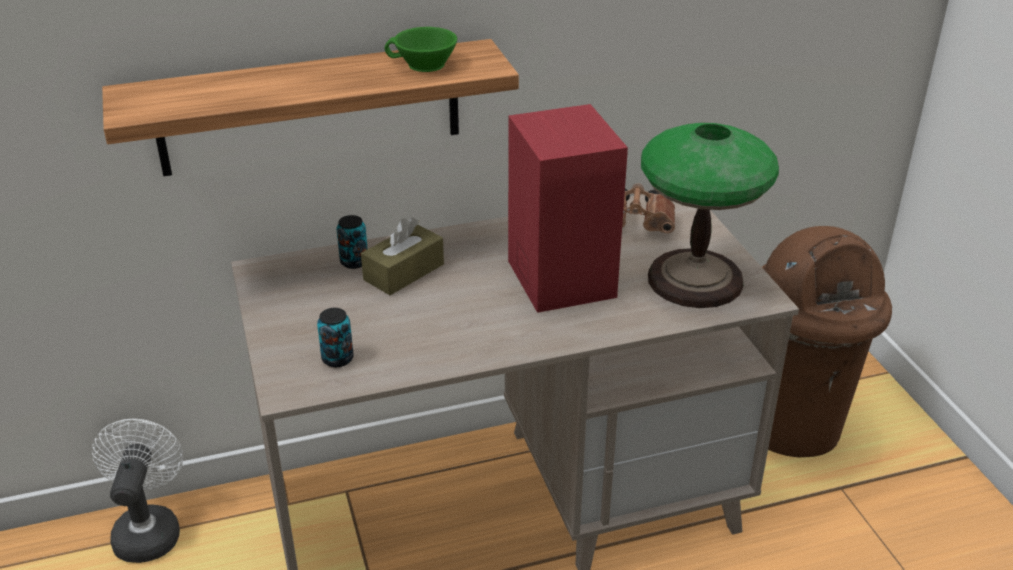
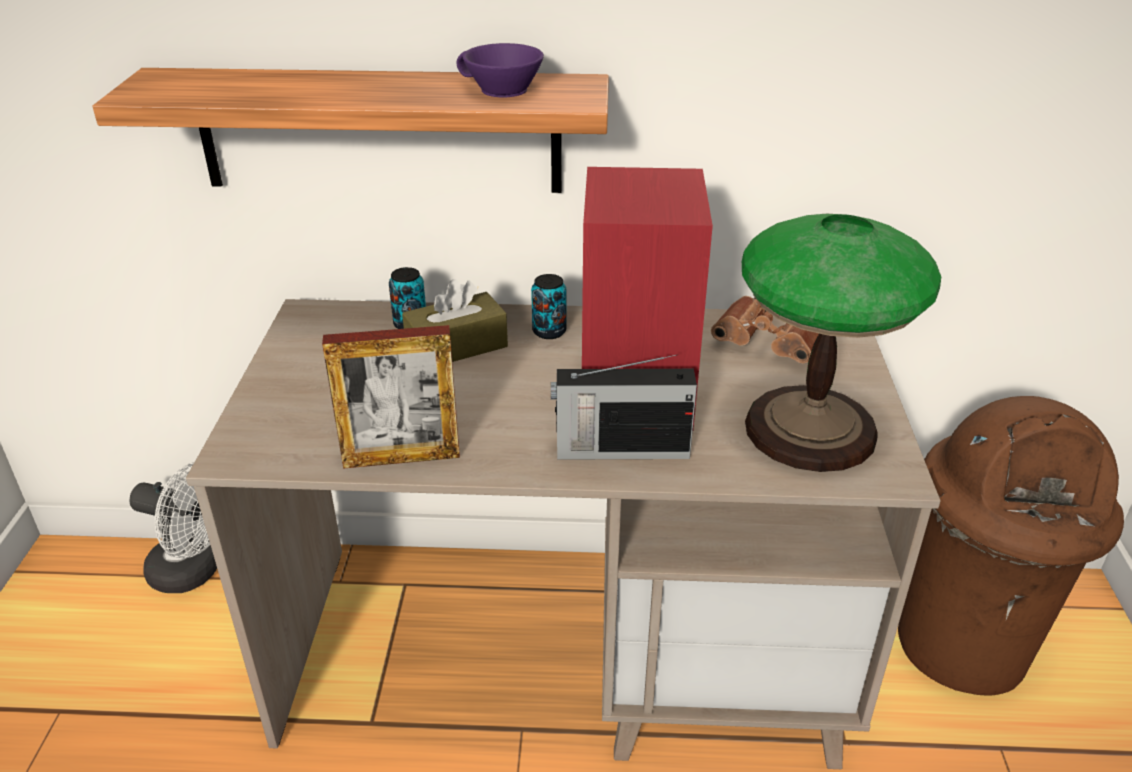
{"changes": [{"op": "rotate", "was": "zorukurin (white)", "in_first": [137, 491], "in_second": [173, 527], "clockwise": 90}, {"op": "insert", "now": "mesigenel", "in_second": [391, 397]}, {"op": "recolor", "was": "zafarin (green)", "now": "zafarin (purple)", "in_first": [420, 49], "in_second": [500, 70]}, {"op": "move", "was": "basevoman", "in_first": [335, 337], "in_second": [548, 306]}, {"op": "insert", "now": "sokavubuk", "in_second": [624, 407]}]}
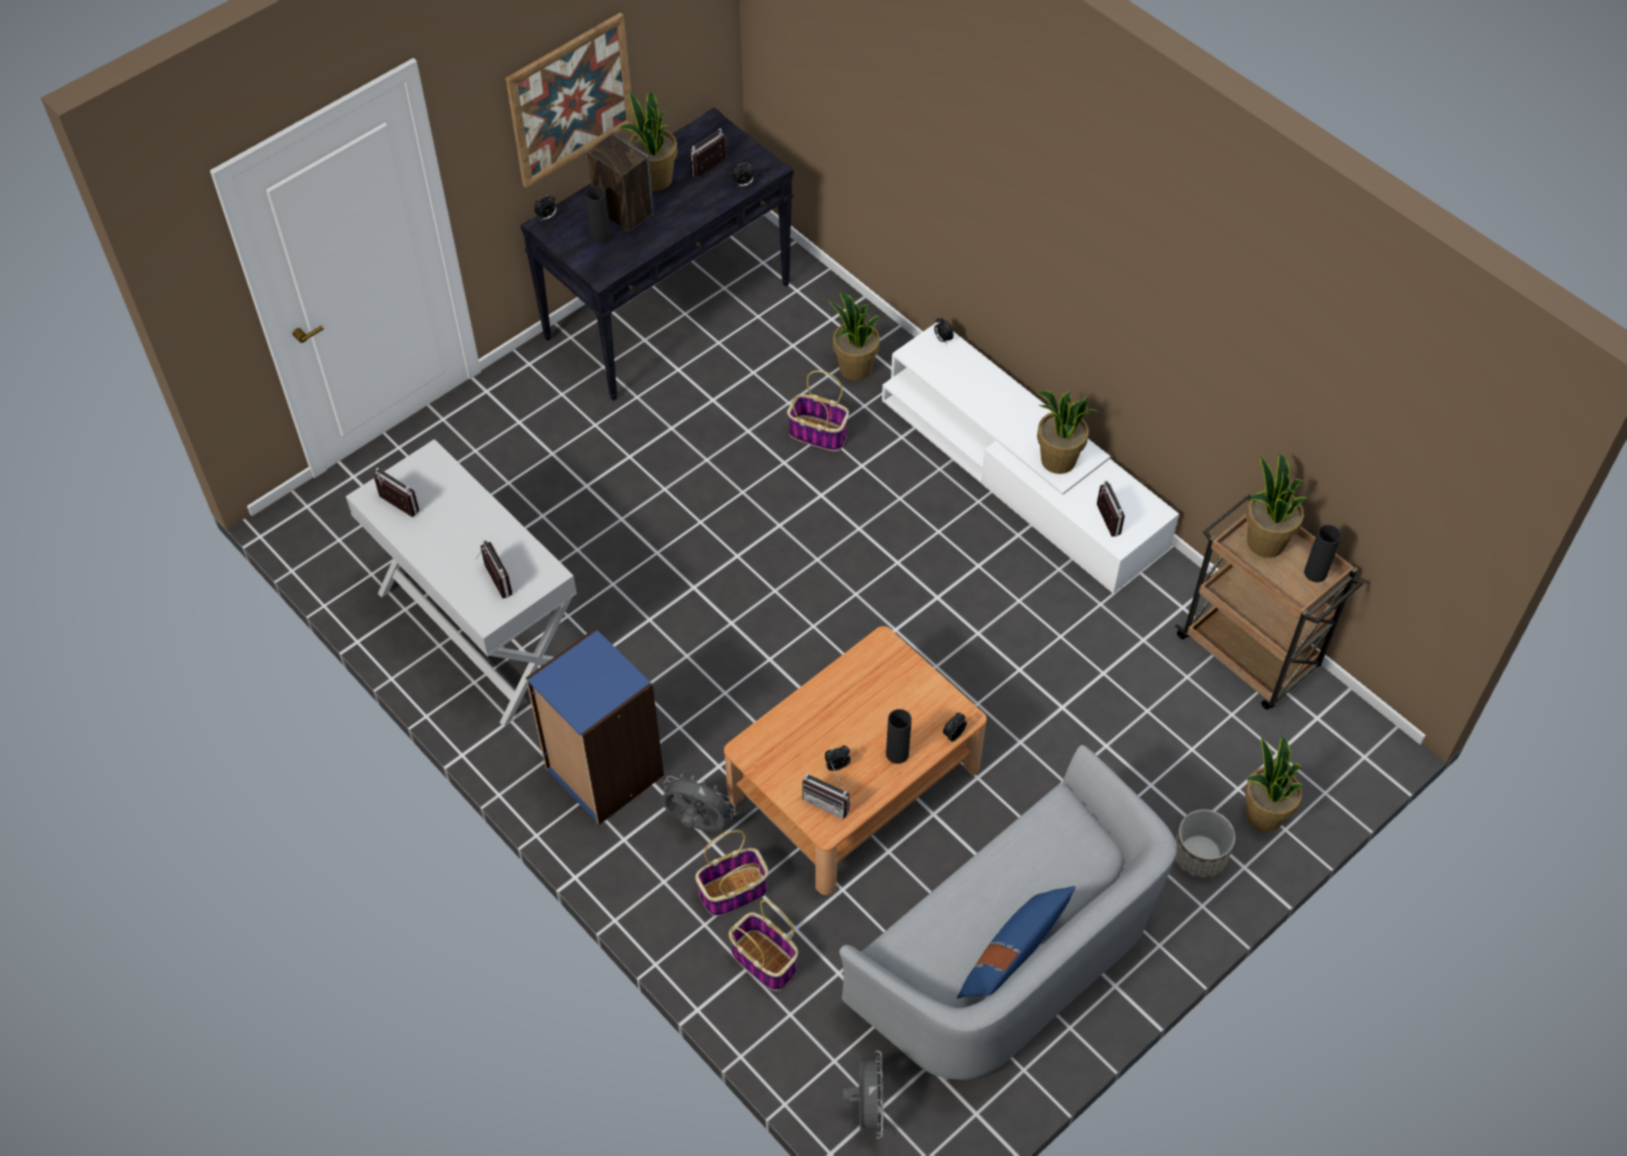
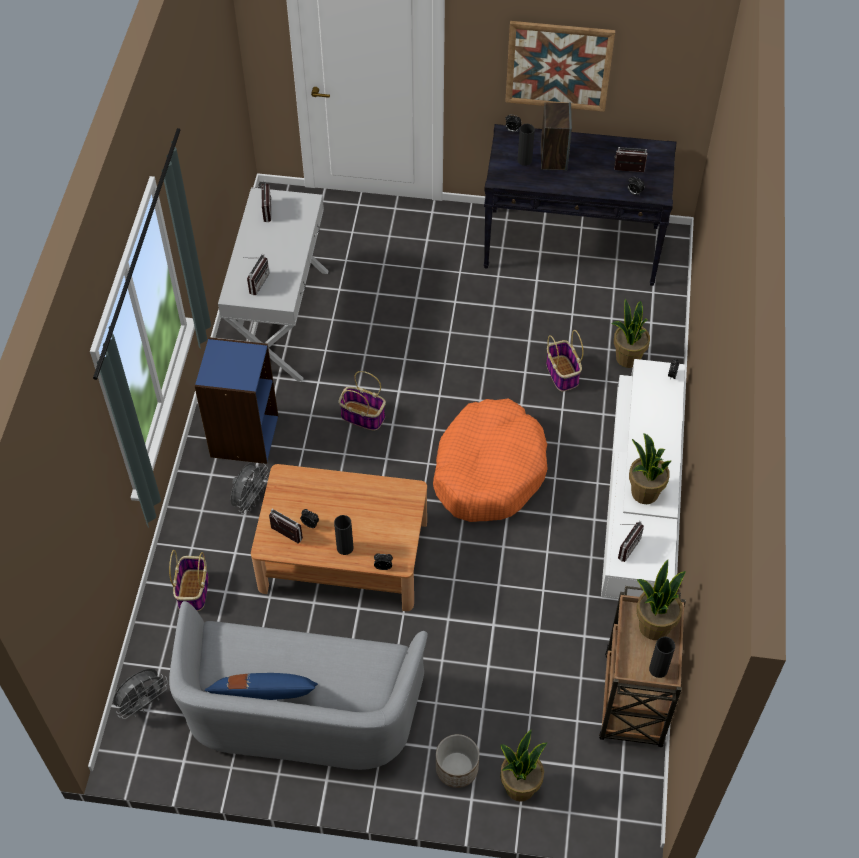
{"changes": [{"op": "rotate", "was": "zorukurin (grey)", "in_first": [698, 802], "in_second": [250, 488], "clockwise": 45}, {"op": "rotate", "was": "sokavubuk", "in_first": [826, 789], "in_second": [286, 526], "clockwise": 135}, {"op": "move", "was": "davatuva", "in_first": [732, 873], "in_second": [362, 400]}, {"op": "insert", "now": "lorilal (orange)", "in_second": [490, 460]}, {"op": "delete", "was": "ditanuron", "in_first": [649, 141]}]}
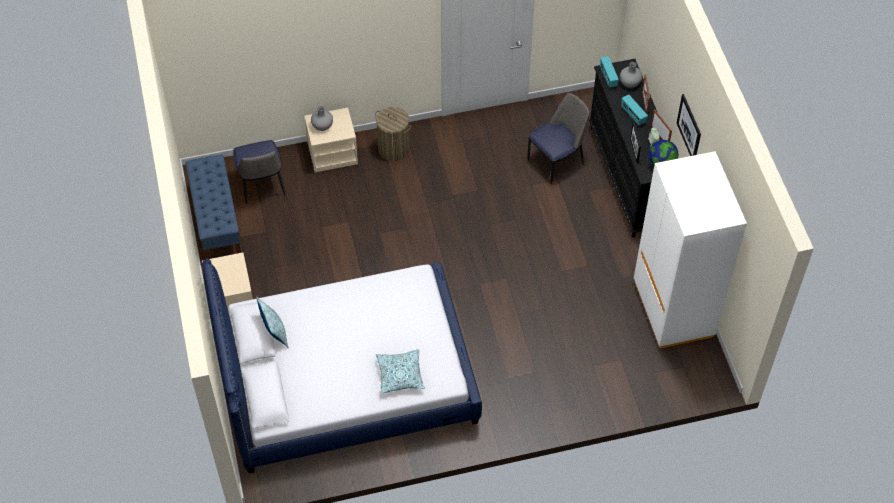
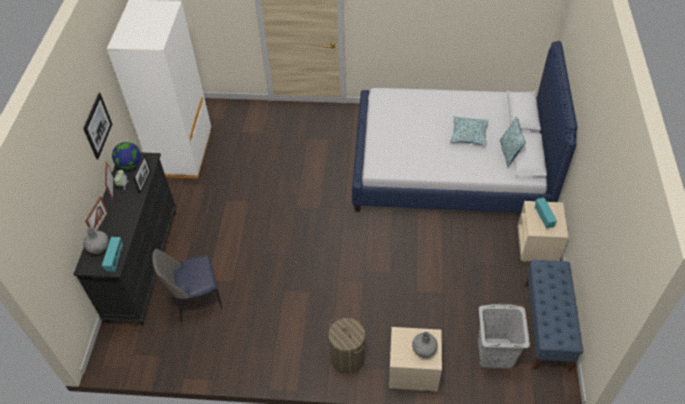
{"changes": [{"op": "move", "was": "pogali", "in_first": [400, 371], "in_second": [469, 131]}, {"op": "replace", "was": "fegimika", "now": "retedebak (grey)", "in_first": [259, 172], "in_second": [504, 336]}, {"op": "move", "was": "sokavubuk", "in_first": [635, 109], "in_second": [546, 213]}]}
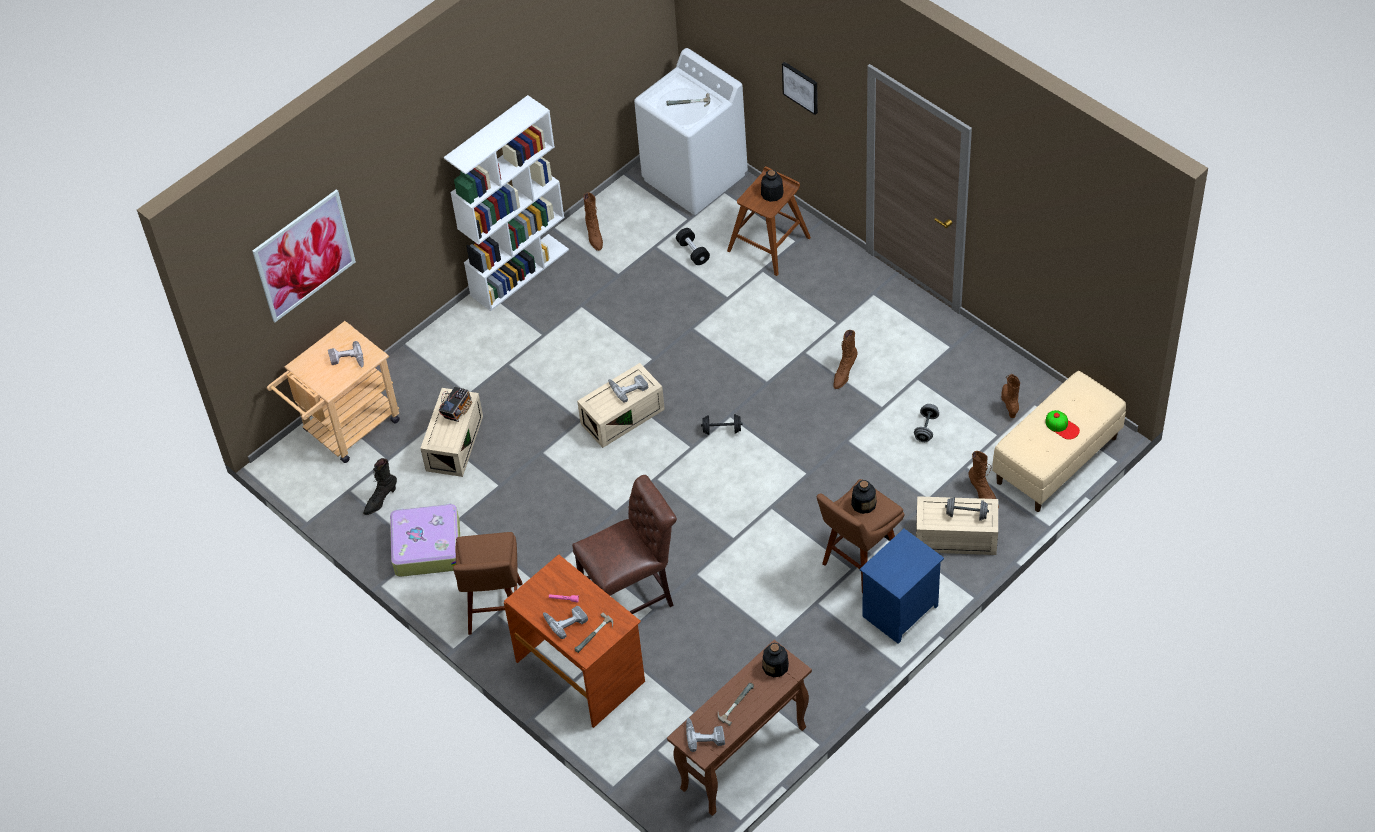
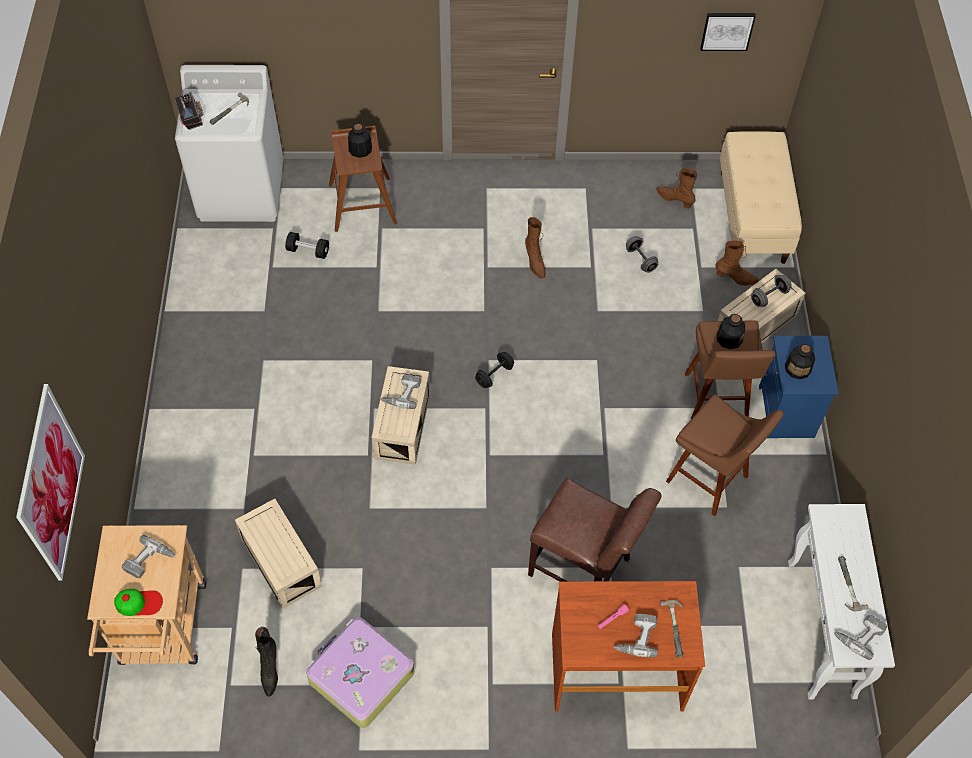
{"changes": [{"op": "move", "was": "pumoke", "in_first": [1062, 425], "in_second": [138, 602]}, {"op": "move", "was": "sokavubuk", "in_first": [456, 404], "in_second": [189, 111]}, {"op": "rotate", "was": "fegimika (brown)", "in_first": [624, 544], "in_second": [594, 530], "clockwise": 105}, {"op": "move", "was": "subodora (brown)", "in_first": [488, 583], "in_second": [725, 455]}, {"op": "move", "was": "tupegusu", "in_first": [800, 88], "in_second": [728, 32]}, {"op": "move", "was": "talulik", "in_first": [775, 660], "in_second": [800, 361]}, {"op": "recolor", "was": "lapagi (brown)", "now": "lapagi (white)", "in_first": [739, 728], "in_second": [841, 602]}, {"op": "delete", "was": "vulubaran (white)", "in_first": [506, 203]}, {"op": "delete", "was": "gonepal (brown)", "in_first": [593, 221]}]}
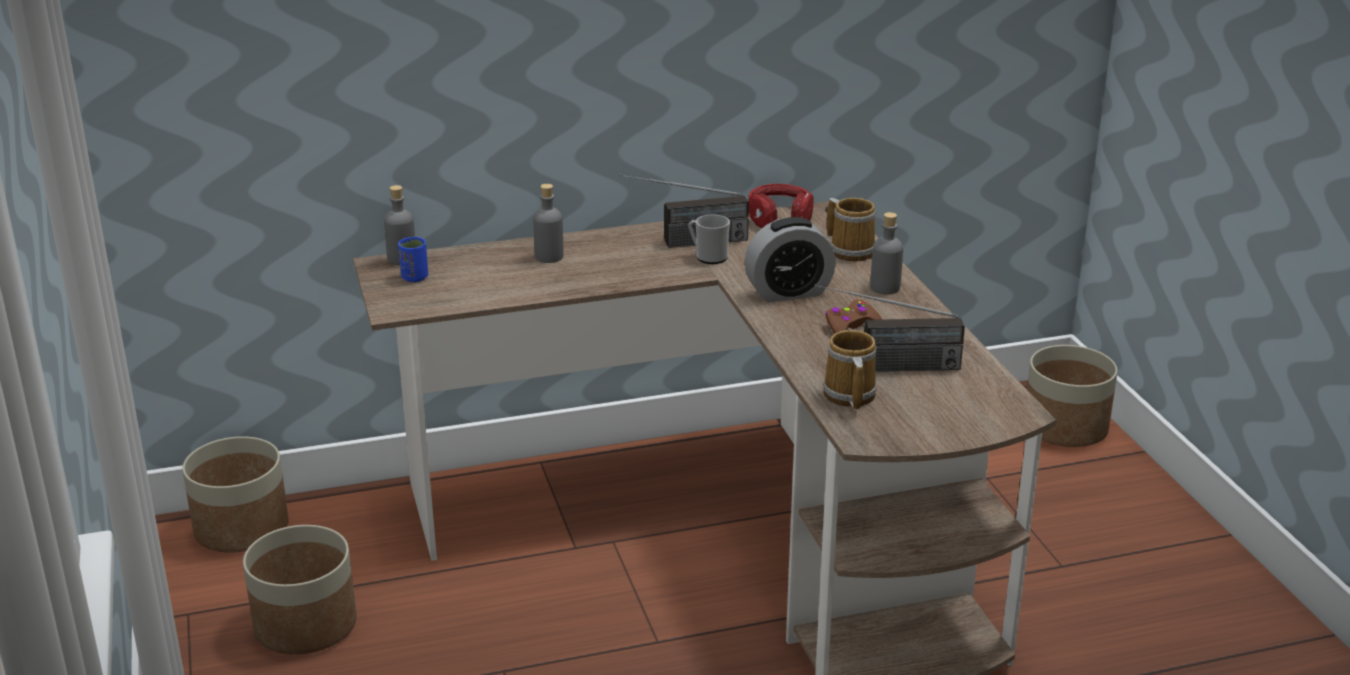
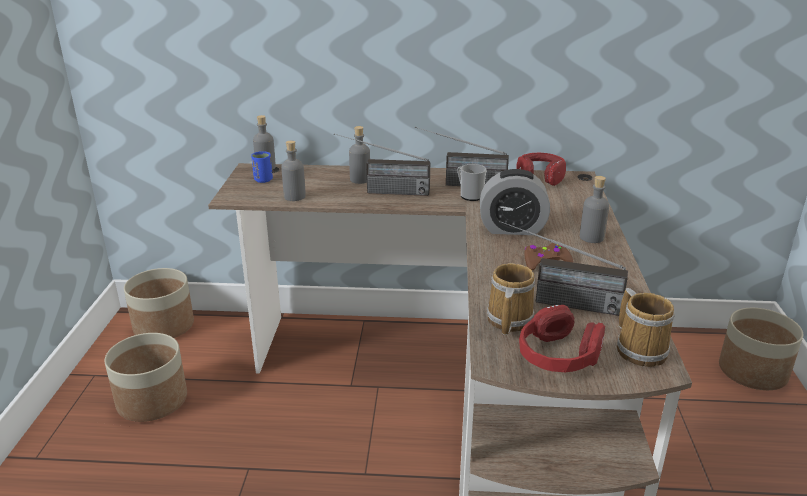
{"changes": [{"op": "insert", "now": "talulik (grey)", "in_second": [293, 170]}, {"op": "insert", "now": "sokavubuk", "in_second": [382, 164]}, {"op": "insert", "now": "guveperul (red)", "in_second": [562, 338]}, {"op": "move", "was": "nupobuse", "in_first": [851, 229], "in_second": [646, 327]}]}
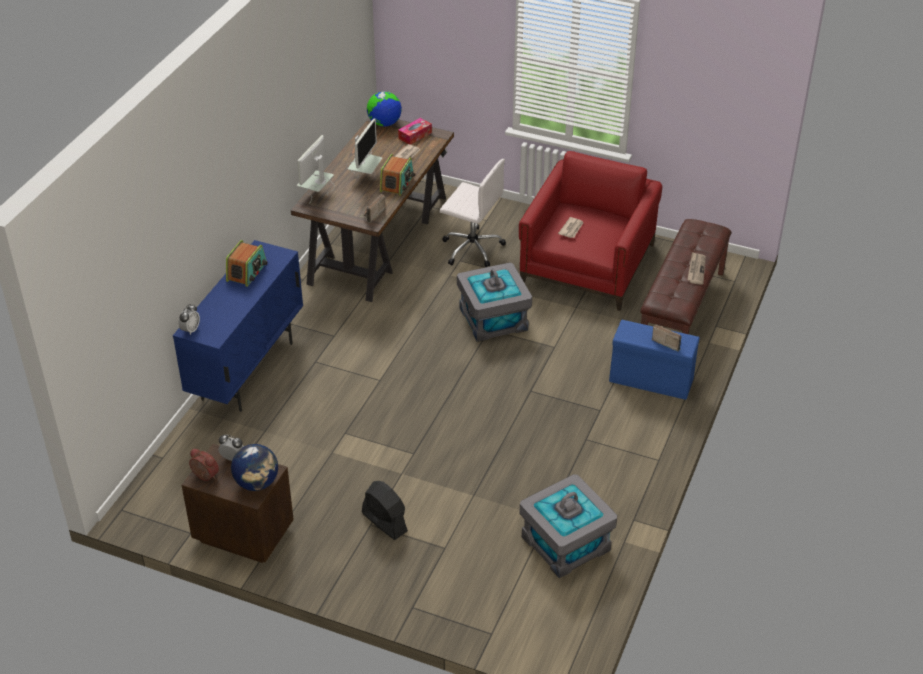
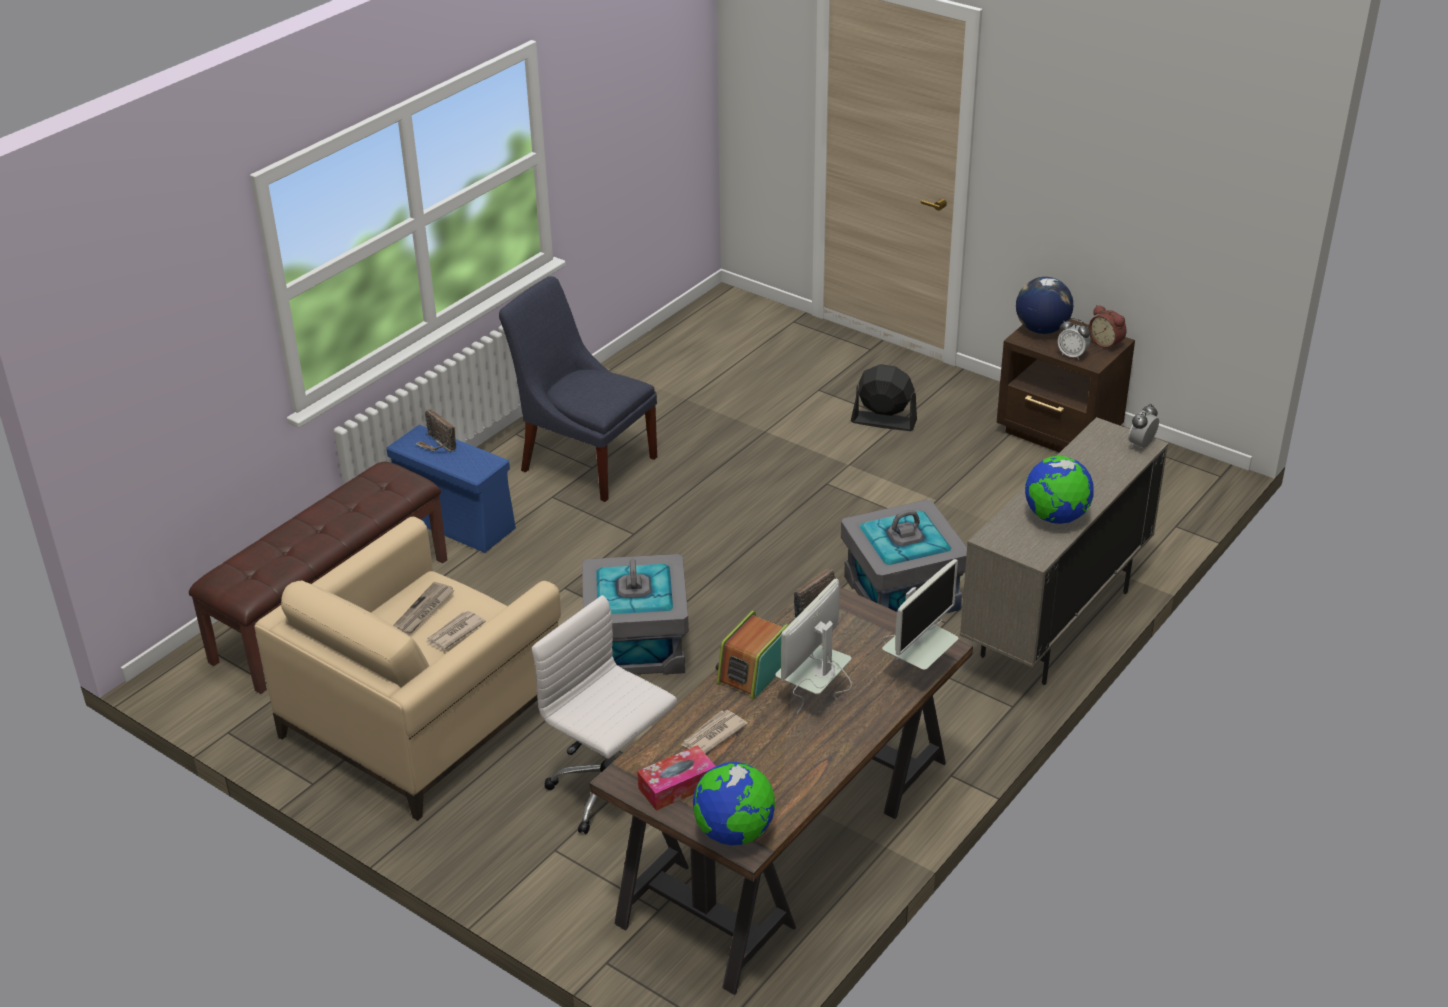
{"changes": [{"op": "recolor", "was": "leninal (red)", "now": "leninal (beige)", "in_first": [590, 231], "in_second": [407, 669]}, {"op": "move", "was": "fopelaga", "in_first": [696, 268], "in_second": [424, 608]}, {"op": "insert", "now": "fegimika (blue)", "in_second": [578, 389]}, {"op": "move", "was": "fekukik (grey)", "in_first": [568, 526], "in_second": [904, 557]}, {"op": "rotate", "was": "zorukurin (black)", "in_first": [385, 510], "in_second": [884, 397], "clockwise": 135}, {"op": "recolor", "was": "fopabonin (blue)", "now": "fopabonin (beige)", "in_first": [238, 326], "in_second": [1064, 551]}, {"op": "replace", "was": "sokavubuk", "now": "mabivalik", "in_first": [246, 263], "in_second": [1059, 490]}]}
